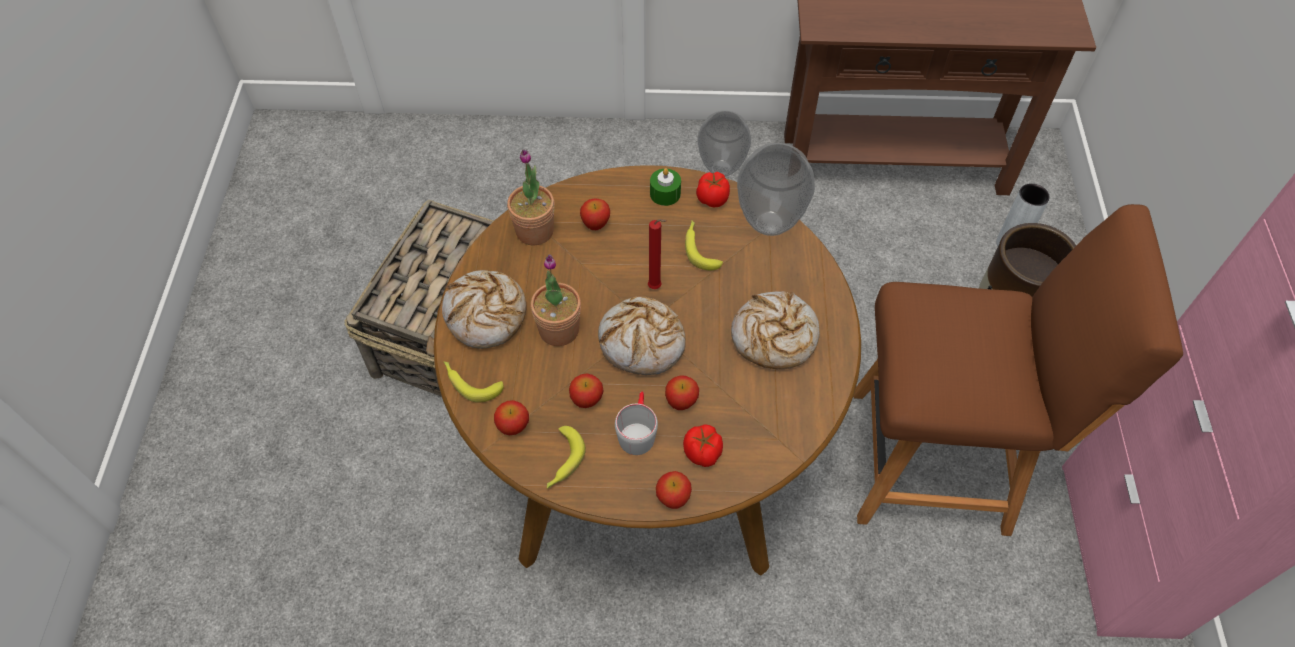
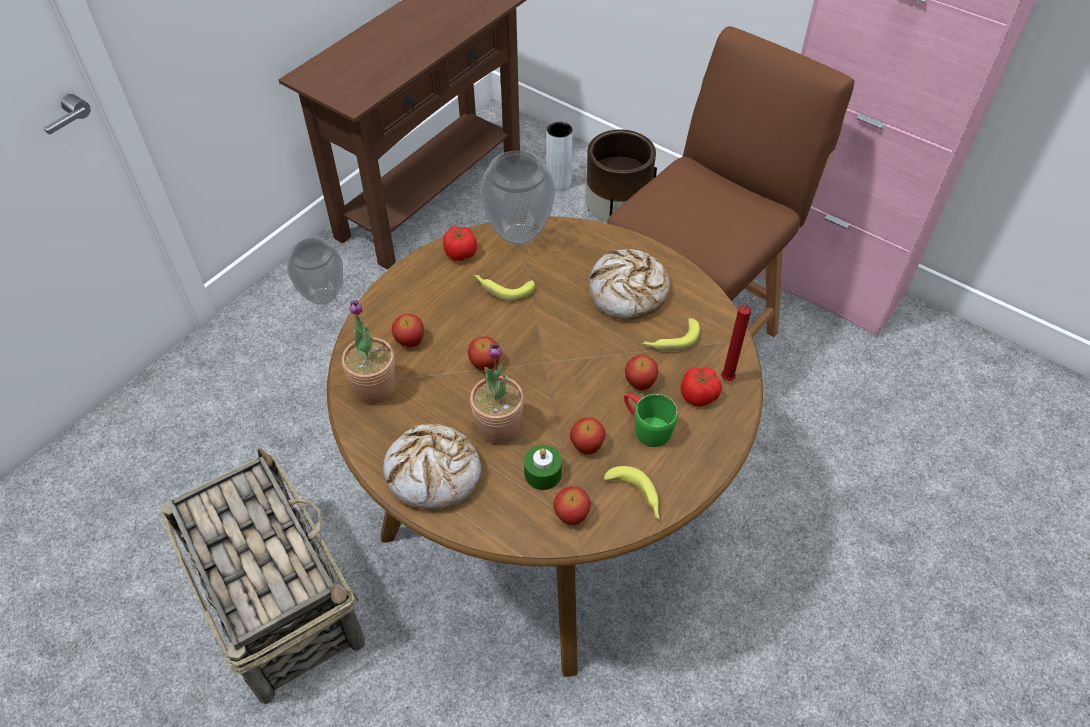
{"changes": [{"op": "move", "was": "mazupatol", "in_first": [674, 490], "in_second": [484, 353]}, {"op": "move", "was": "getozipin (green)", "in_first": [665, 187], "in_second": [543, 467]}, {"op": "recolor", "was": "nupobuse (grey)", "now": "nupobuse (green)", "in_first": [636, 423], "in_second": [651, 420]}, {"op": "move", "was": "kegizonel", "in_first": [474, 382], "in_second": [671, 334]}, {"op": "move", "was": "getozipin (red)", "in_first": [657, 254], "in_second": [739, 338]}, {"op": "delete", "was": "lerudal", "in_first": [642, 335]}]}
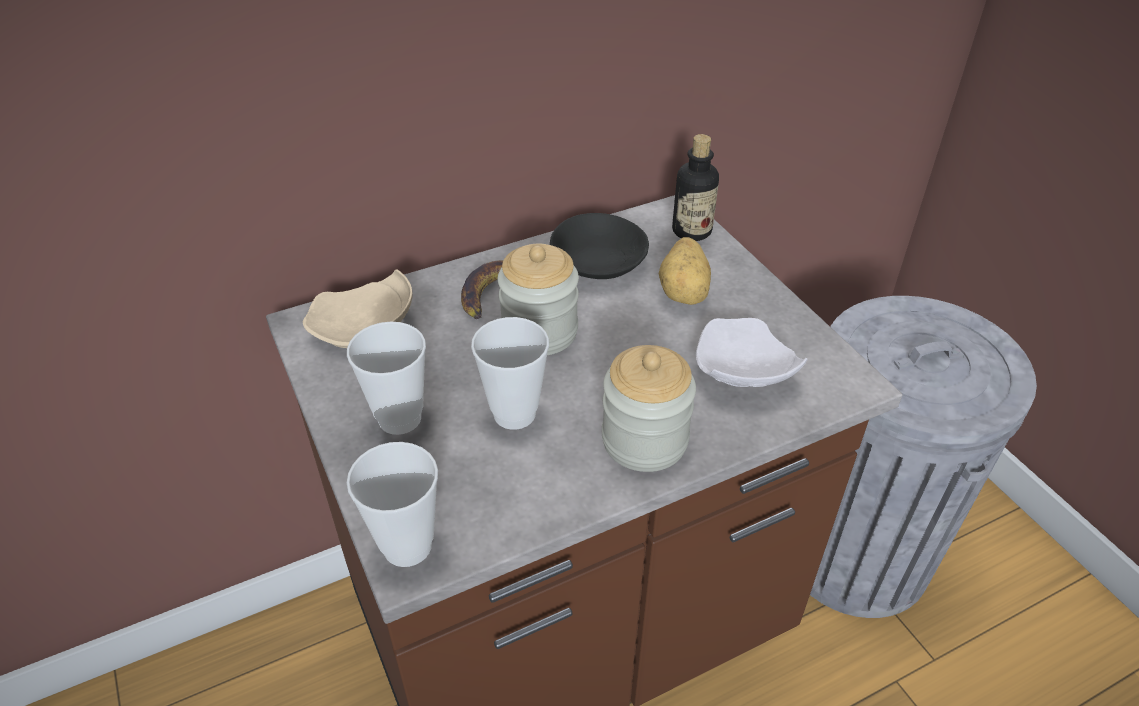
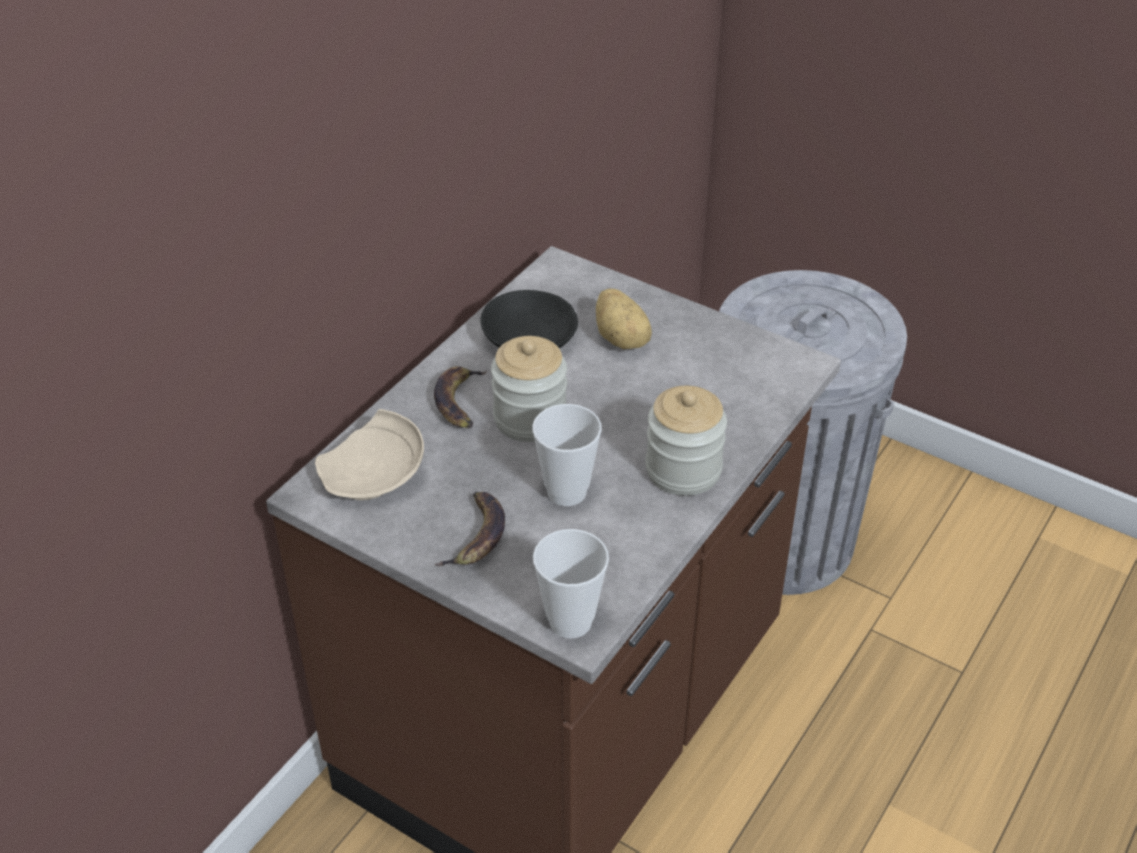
{"changes": [{"op": "replace", "was": "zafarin", "now": "kegizonel", "in_first": [386, 378], "in_second": [470, 529]}, {"op": "delete", "was": "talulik", "in_first": [695, 187]}, {"op": "delete", "was": "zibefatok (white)", "in_first": [752, 352]}]}
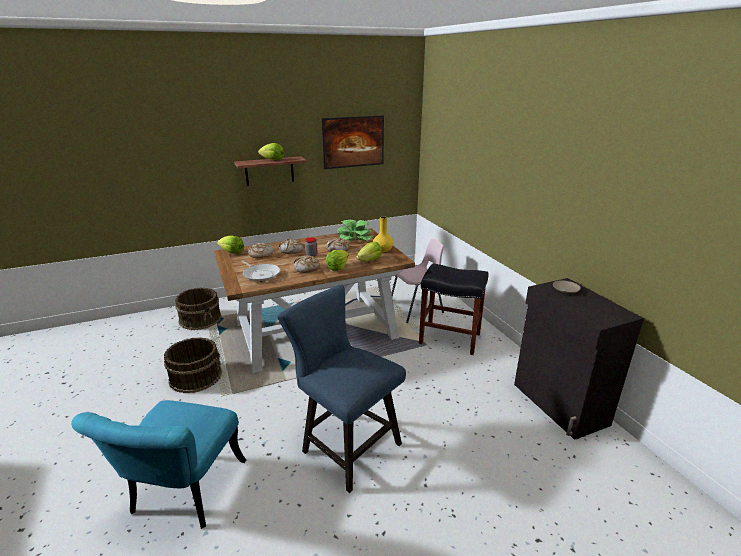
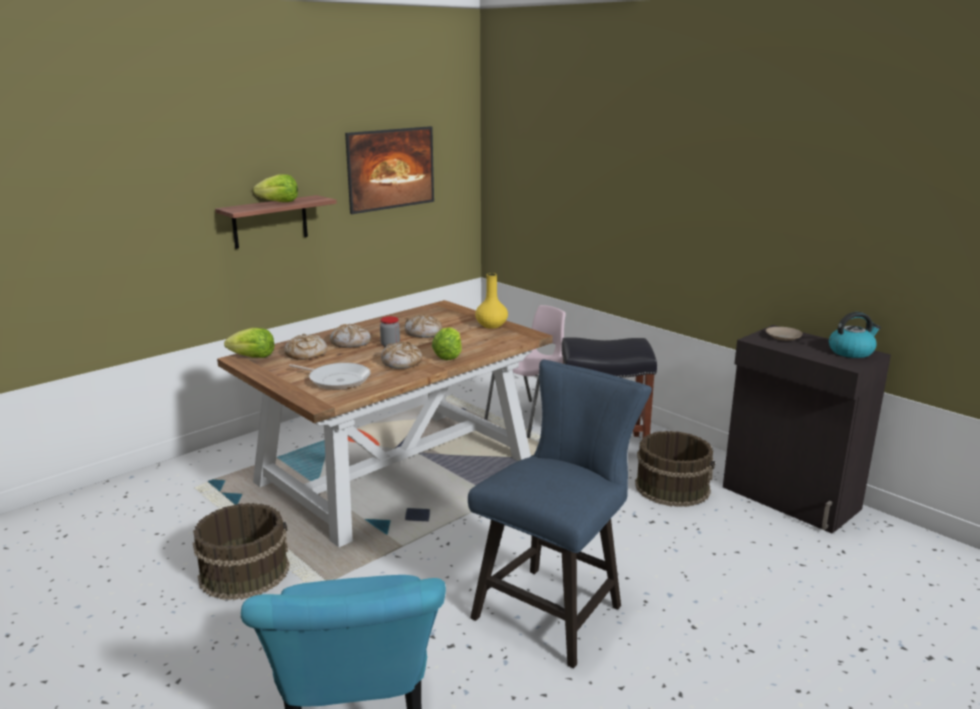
{"changes": [{"op": "rotate", "was": "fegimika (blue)", "in_first": [341, 389], "in_second": [560, 514], "clockwise": 105}, {"op": "move", "was": "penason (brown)", "in_first": [198, 309], "in_second": [675, 469]}, {"op": "insert", "now": "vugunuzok", "in_second": [855, 335]}, {"op": "delete", "was": "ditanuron", "in_first": [355, 230]}, {"op": "delete", "was": "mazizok", "in_first": [369, 252]}]}
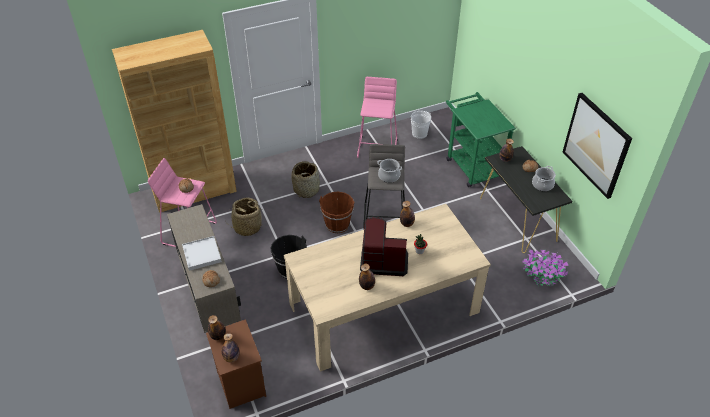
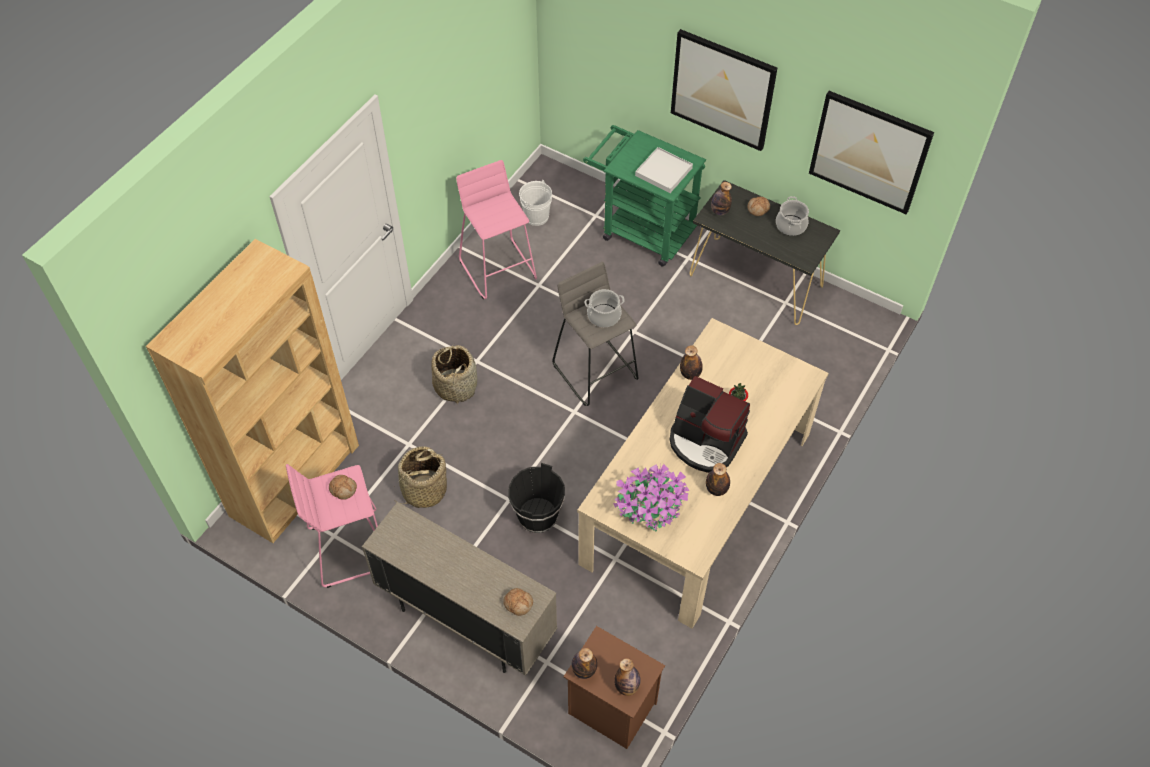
{"changes": [{"op": "move", "was": "ditanuron", "in_first": [545, 268], "in_second": [651, 498]}, {"op": "move", "was": "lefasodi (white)", "in_first": [202, 253], "in_second": [664, 170]}, {"op": "rotate", "was": "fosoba", "in_first": [384, 246], "in_second": [710, 424], "clockwise": -120}, {"op": "insert", "now": "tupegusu", "in_second": [724, 90]}, {"op": "delete", "was": "penason (brown)", "in_first": [337, 212]}]}
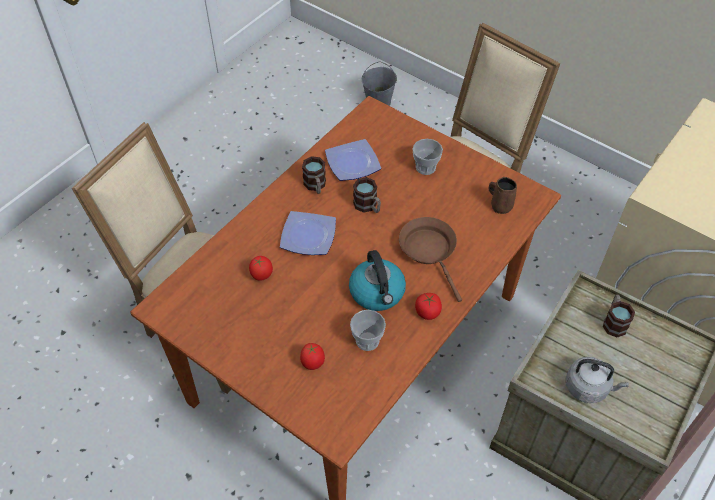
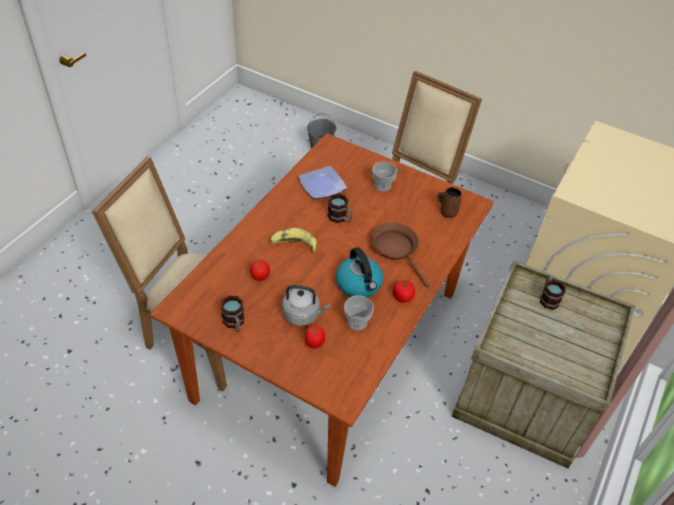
{"changes": [{"op": "move", "was": "nupobuse", "in_first": [314, 175], "in_second": [232, 314]}, {"op": "replace", "was": "zibefatok", "now": "kegizonel", "in_first": [308, 233], "in_second": [293, 240]}, {"op": "move", "was": "vugunuzok (grey)", "in_first": [597, 380], "in_second": [306, 305]}]}
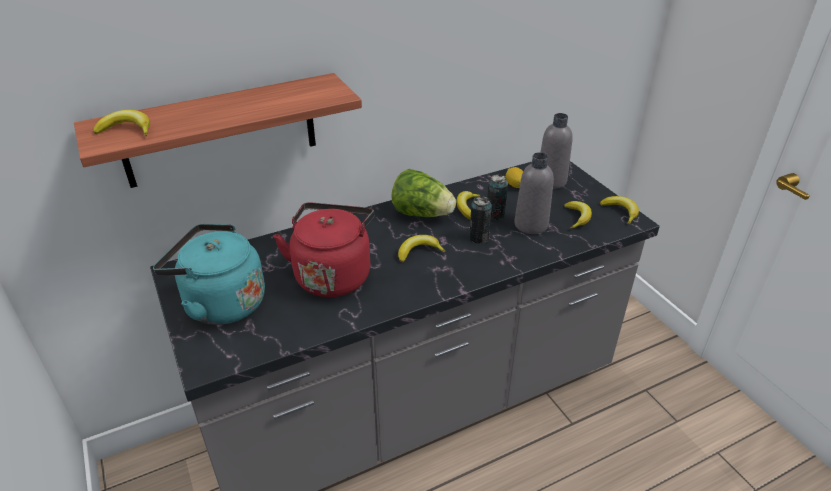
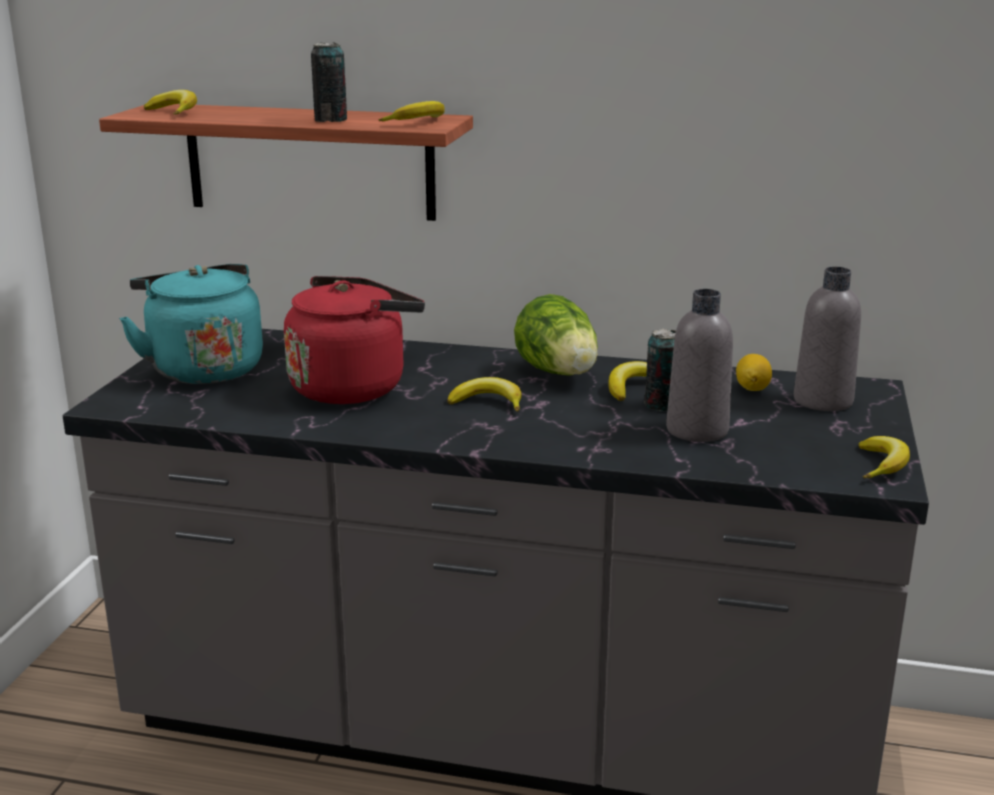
{"changes": [{"op": "move", "was": "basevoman", "in_first": [480, 220], "in_second": [329, 82]}, {"op": "move", "was": "kegizonel", "in_first": [578, 214], "in_second": [411, 111]}]}
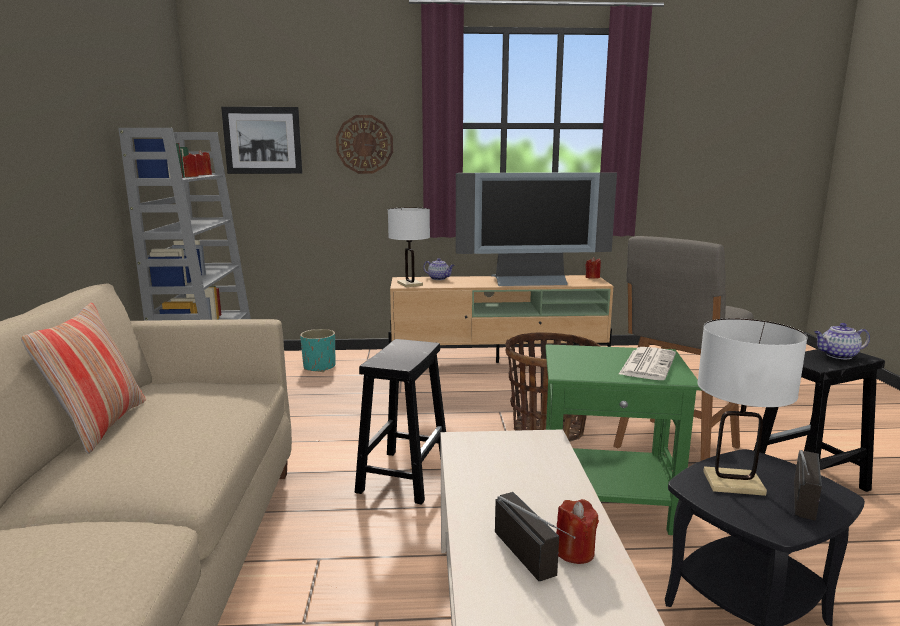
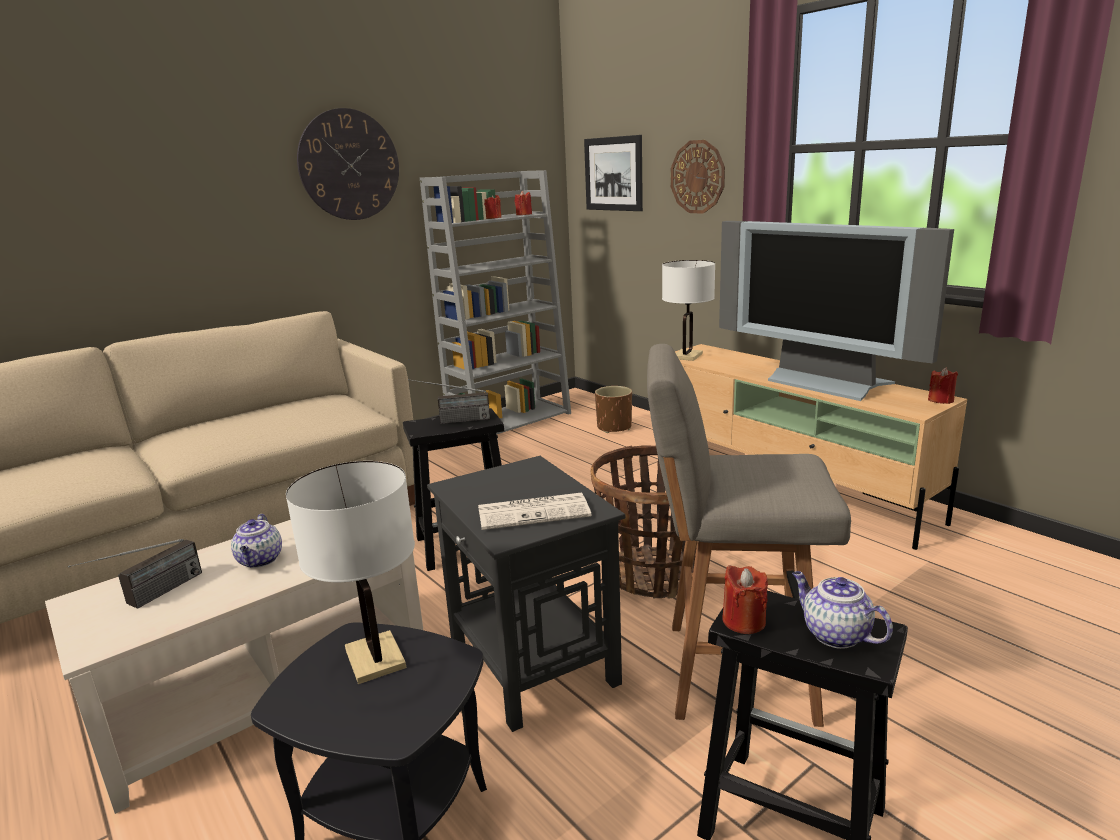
{"changes": [{"op": "move", "was": "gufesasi", "in_first": [438, 269], "in_second": [256, 541]}, {"op": "insert", "now": "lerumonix", "in_second": [348, 164]}, {"op": "move", "was": "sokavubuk", "in_first": [808, 485], "in_second": [449, 401]}, {"op": "recolor", "was": "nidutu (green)", "now": "nidutu (black)", "in_first": [623, 439], "in_second": [526, 594]}, {"op": "recolor", "was": "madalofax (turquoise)", "now": "madalofax (brown)", "in_first": [317, 350], "in_second": [613, 409]}, {"op": "move", "was": "getozipin (red)", "in_first": [577, 531], "in_second": [745, 599]}, {"op": "delete", "was": "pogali", "in_first": [83, 378]}]}
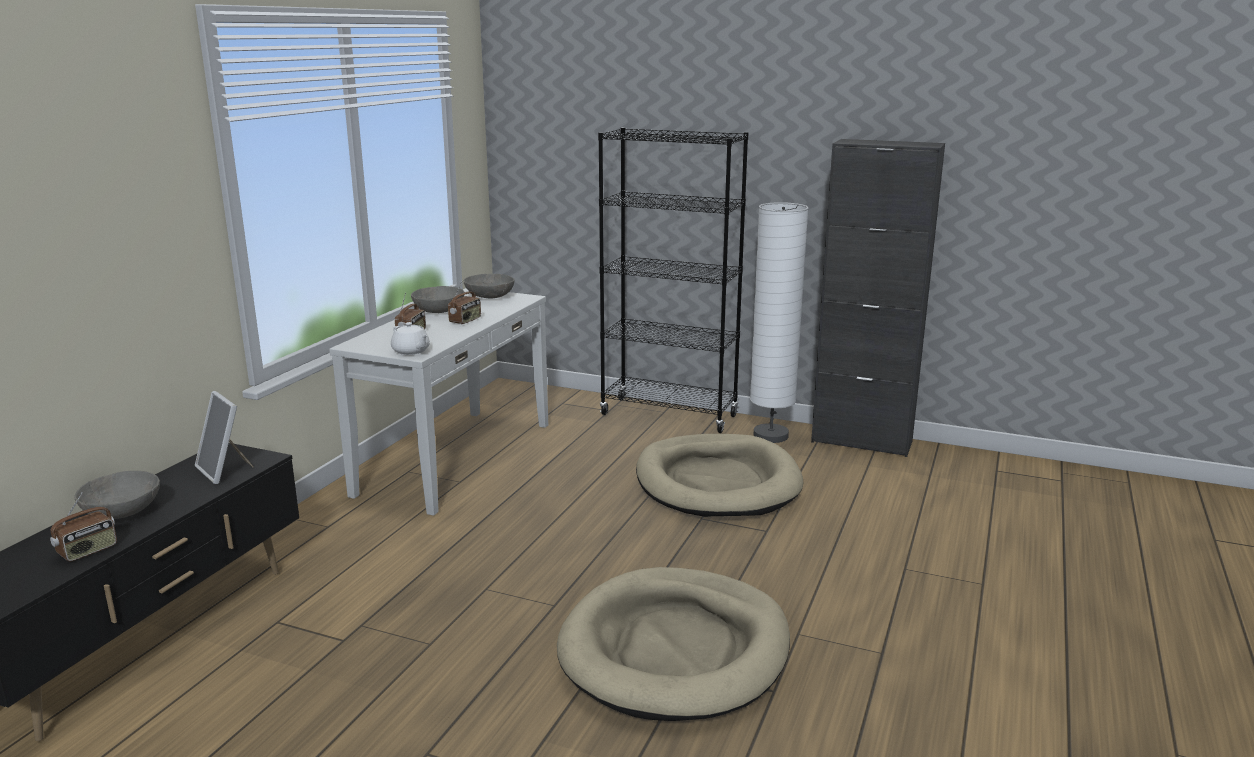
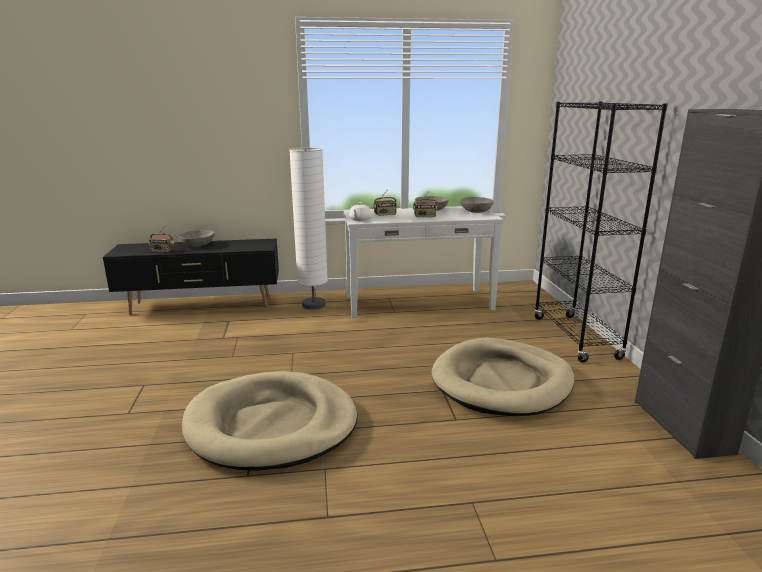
{"changes": [{"op": "move", "was": "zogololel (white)", "in_first": [779, 322], "in_second": [308, 228]}, {"op": "delete", "was": "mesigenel", "in_first": [224, 437]}]}
